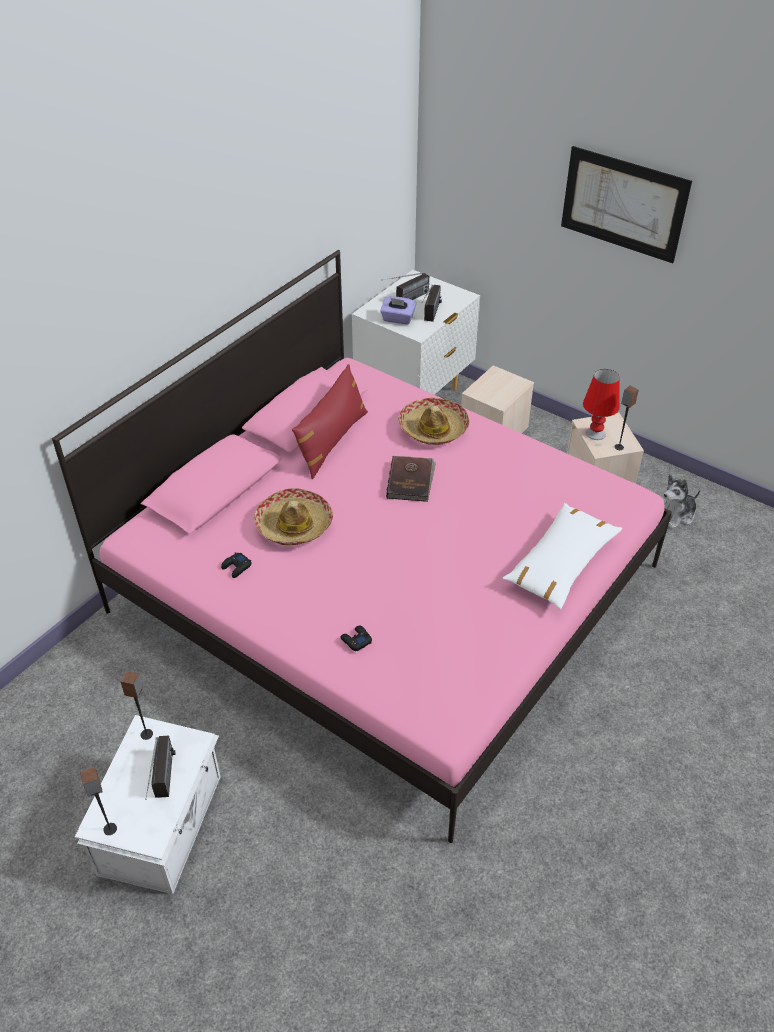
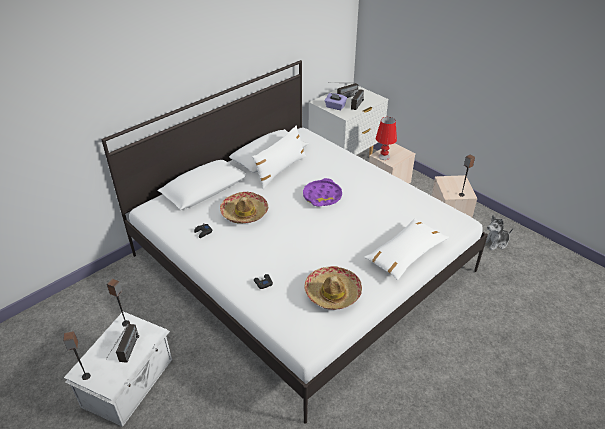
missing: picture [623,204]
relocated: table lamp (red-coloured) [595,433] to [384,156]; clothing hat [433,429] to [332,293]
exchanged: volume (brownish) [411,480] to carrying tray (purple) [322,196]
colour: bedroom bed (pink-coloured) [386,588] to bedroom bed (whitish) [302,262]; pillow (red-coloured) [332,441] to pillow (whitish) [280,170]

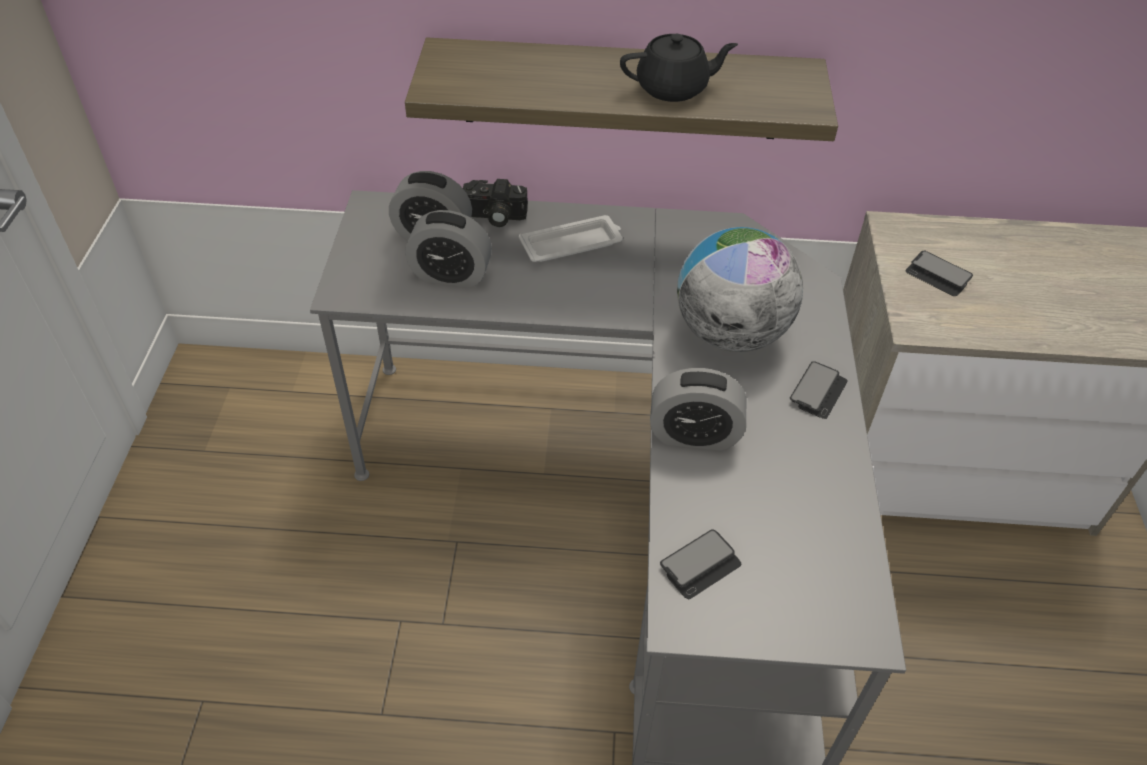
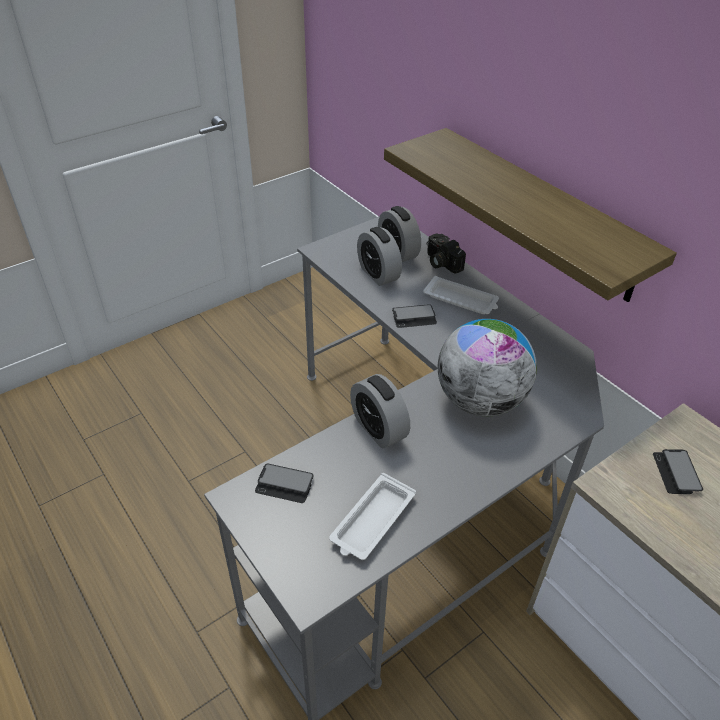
missing: tea pot (blackish) [673,88]
appeared: carrying tray (whitish) [372,521]
relocated: telephone [818,391] to [414,317]

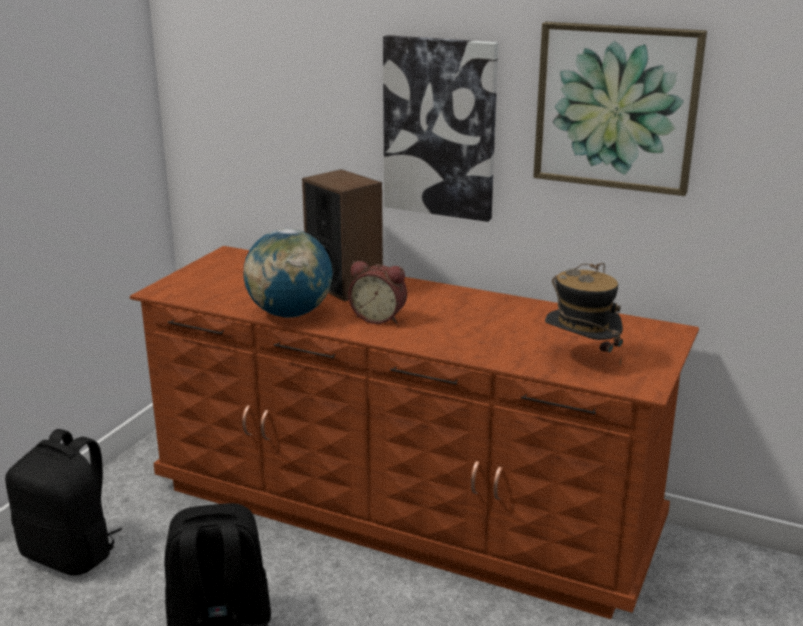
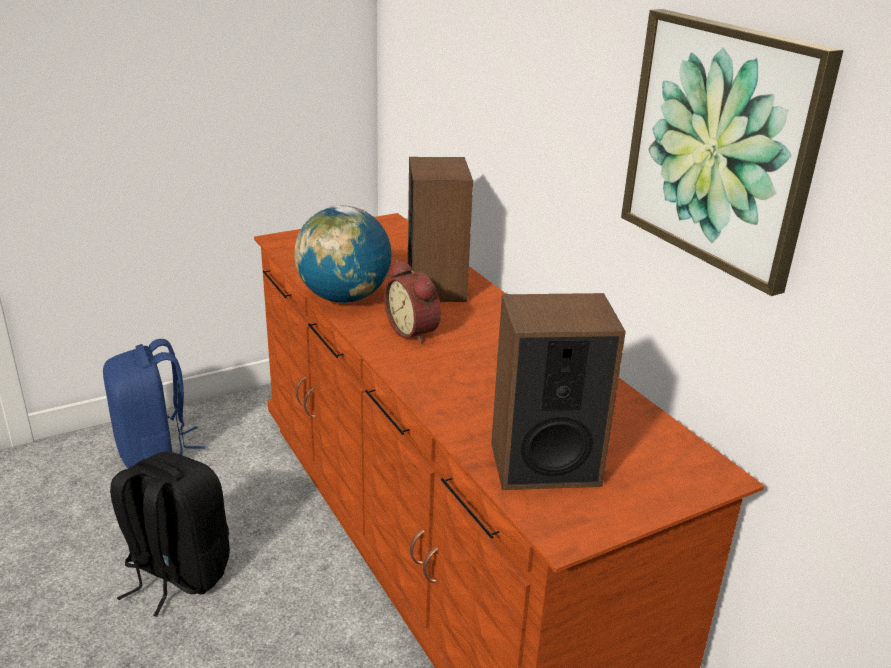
missing: picture [440,128]
exchanged: clothing hat [580,359] to speaker [544,463]
colour: knapsack (blackish) [71,554] to knapsack (blue-coloured) [154,451]

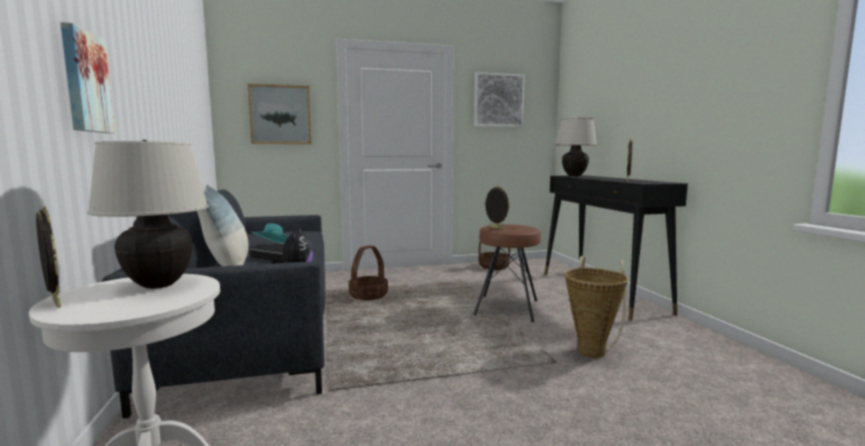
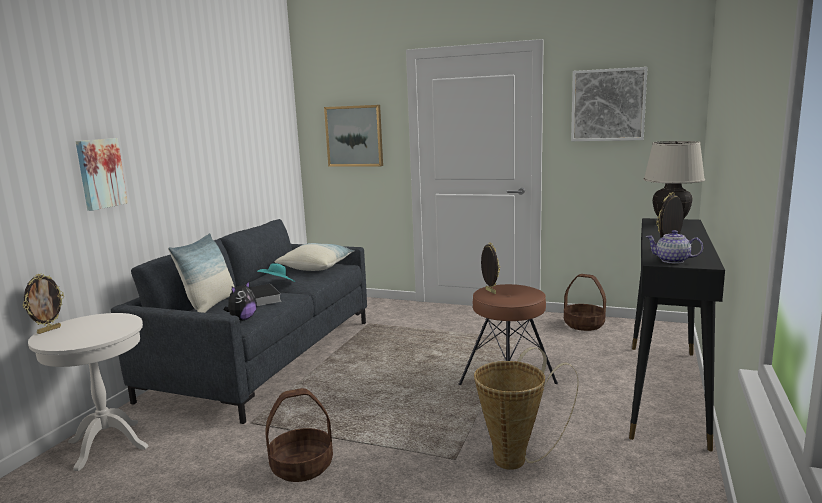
missing: table lamp (beige-coloured) [158,285]
appeared: tea pot [673,261]; pillow [316,267]
relocated: basket [368,295] to [301,466]
spun: standing frame [54,304] = [49,330] 45 degrees clockwise

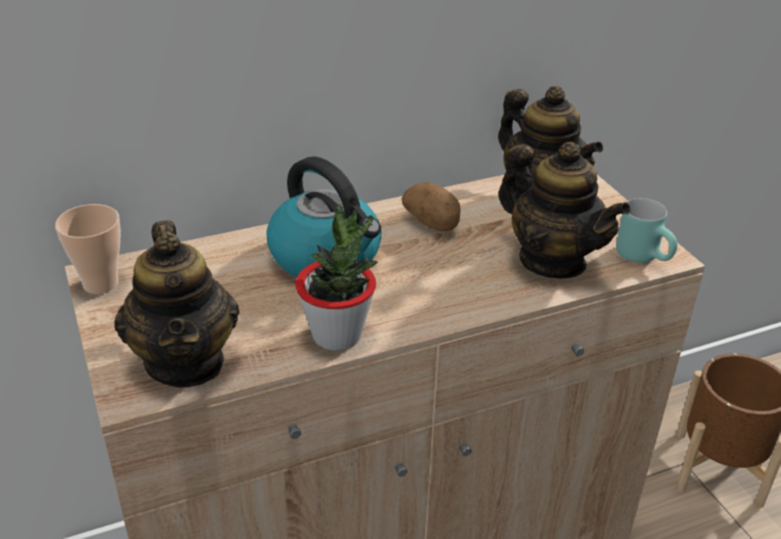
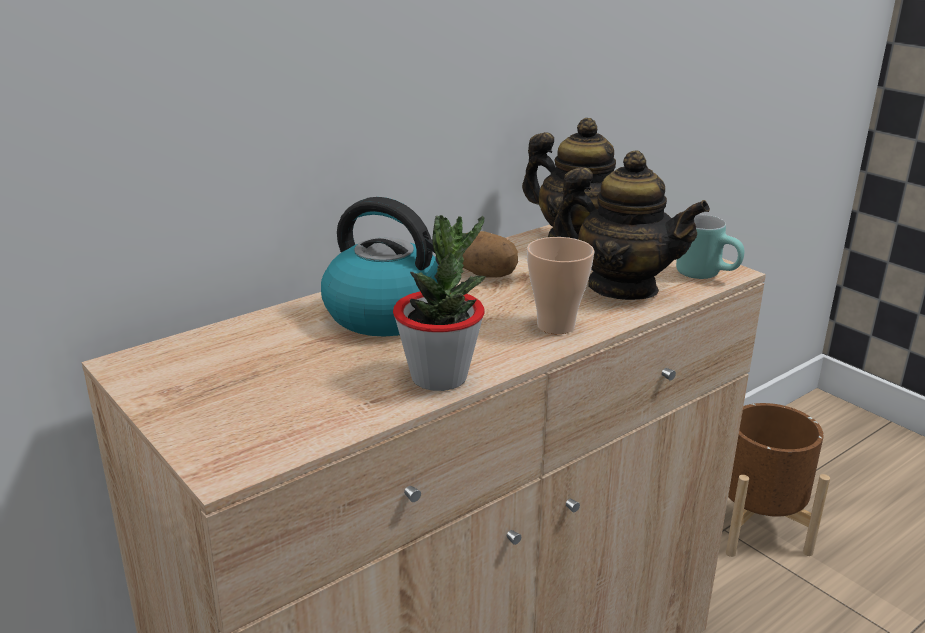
missing: tea pot [186,361]
relocated: drinking cup [101,284] to [556,326]

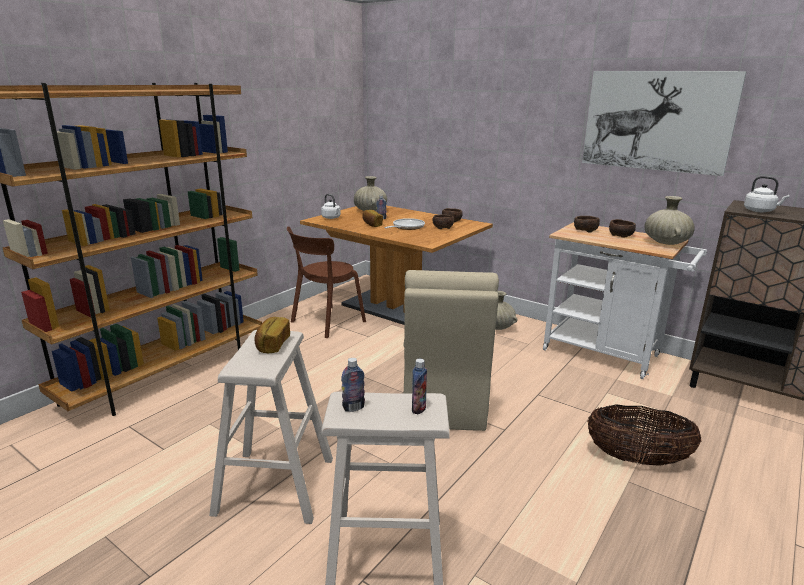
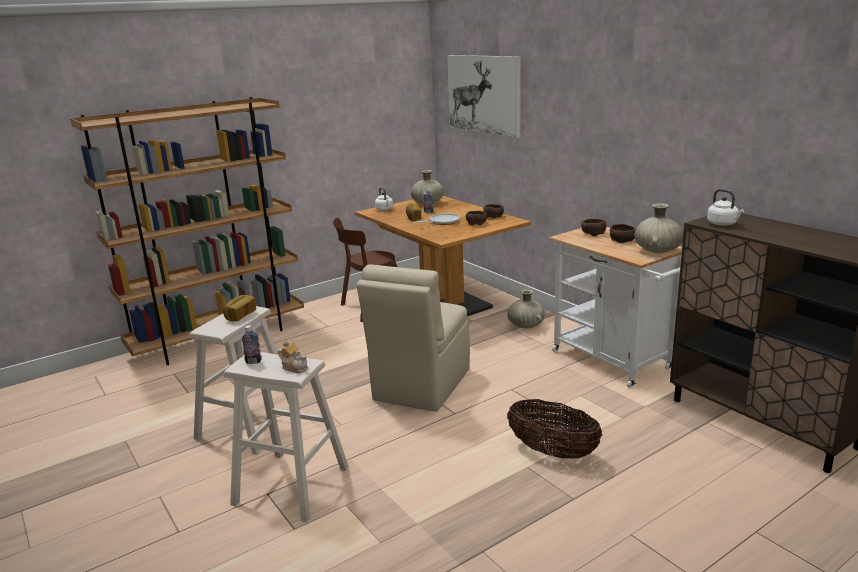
relocated: picture [656,121] to [483,94]
exchanged: bottle [418,409] to tea pot [294,367]

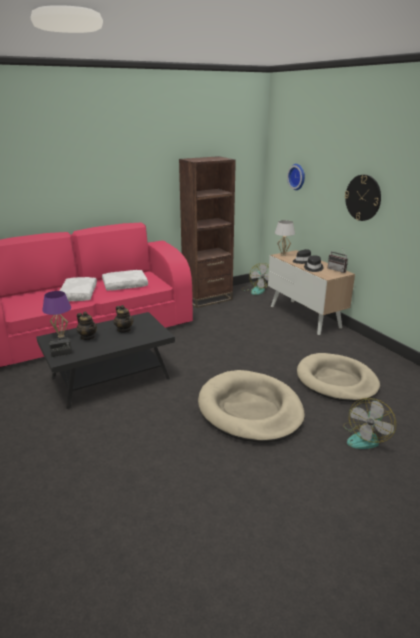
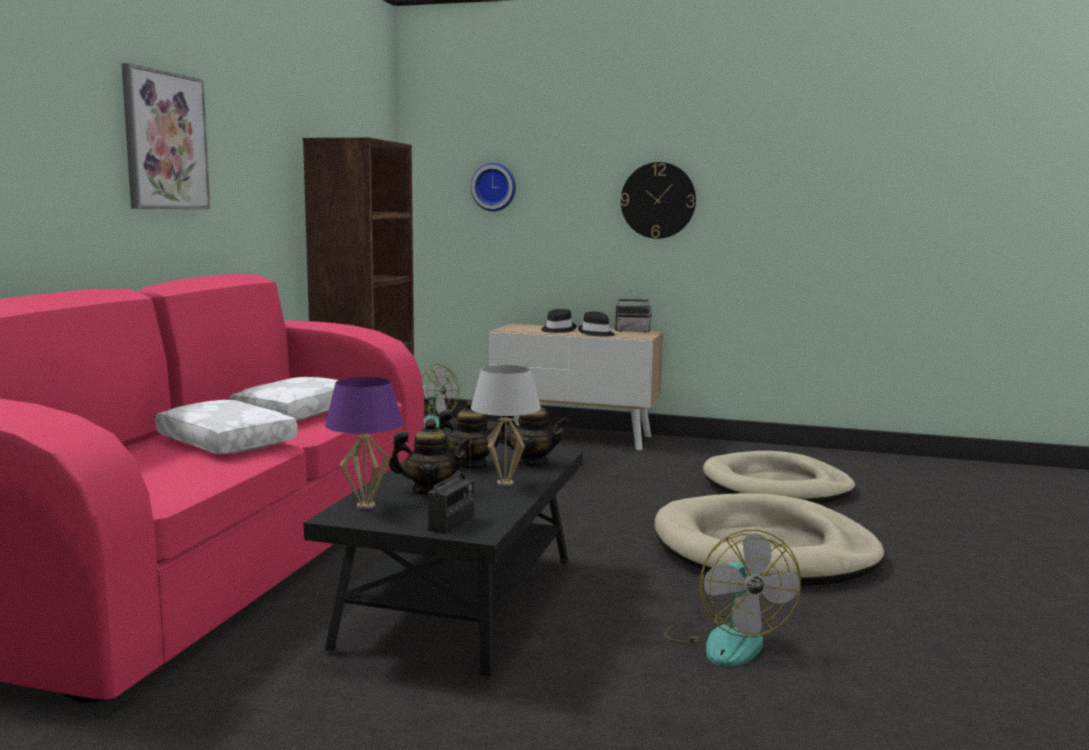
appeared: picture [165,141]; tea pot [532,463]
relocated: table lamp (whitish) [283,255] to [505,483]; cooling fan [365,437] to [726,640]

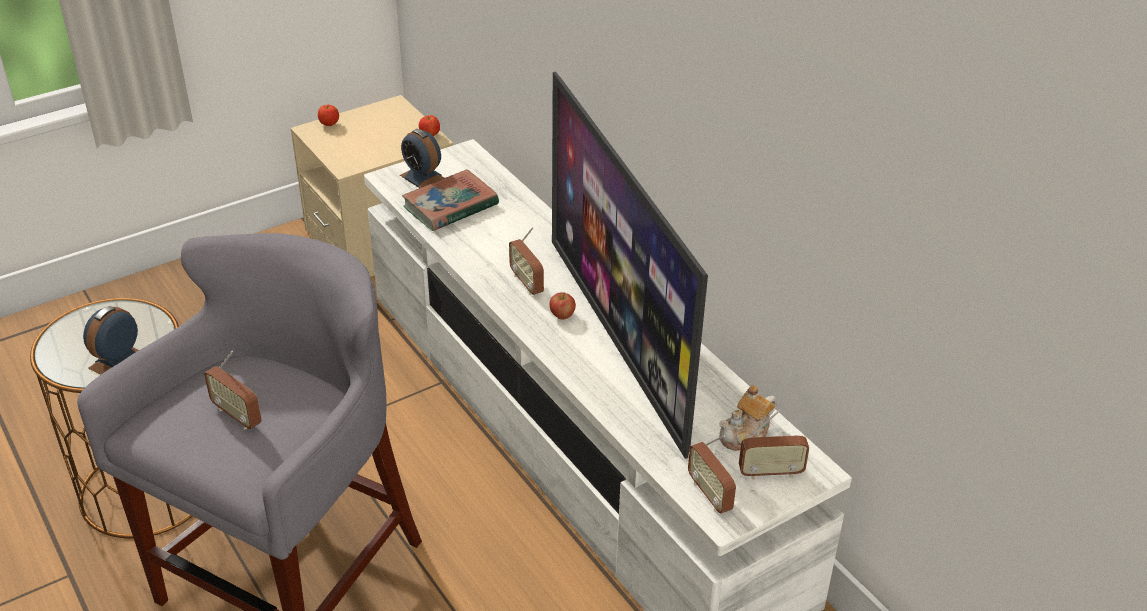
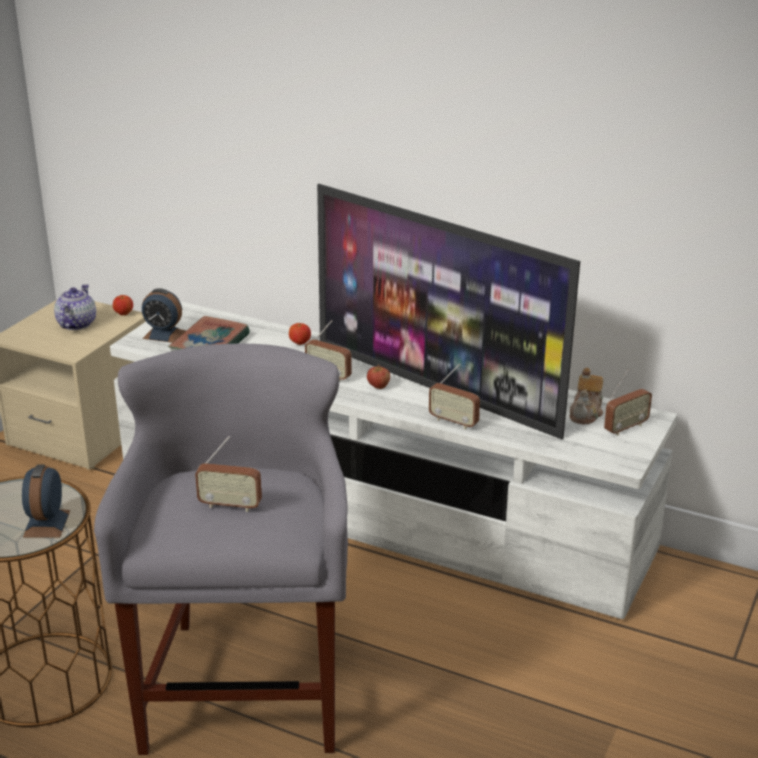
appeared: tea pot [76,324]
relocated: apple fruit [329,124] to [300,343]; radio receiver [710,494] to [453,422]

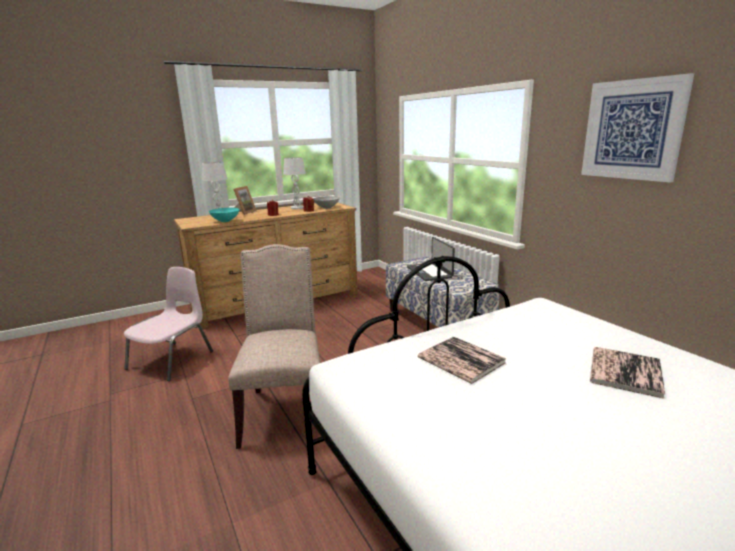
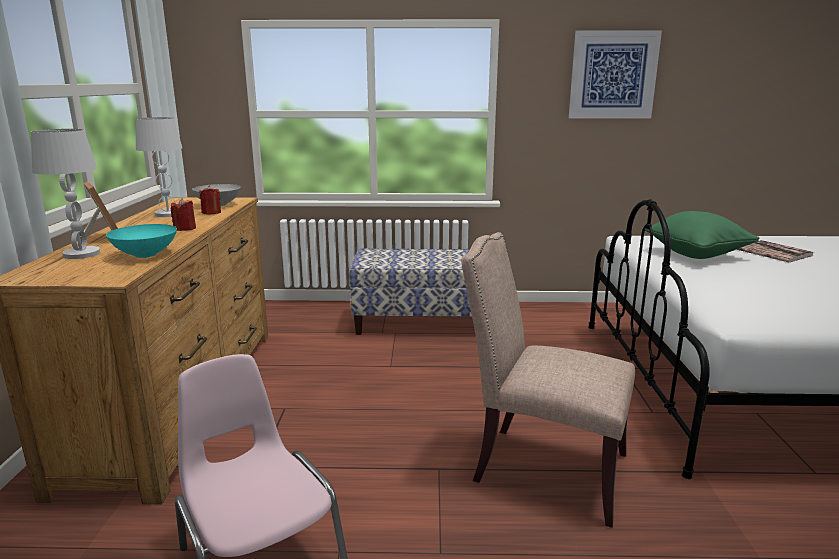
missing: laptop [430,272]; volume [461,360]
appeared: pillow (greenish) [696,255]

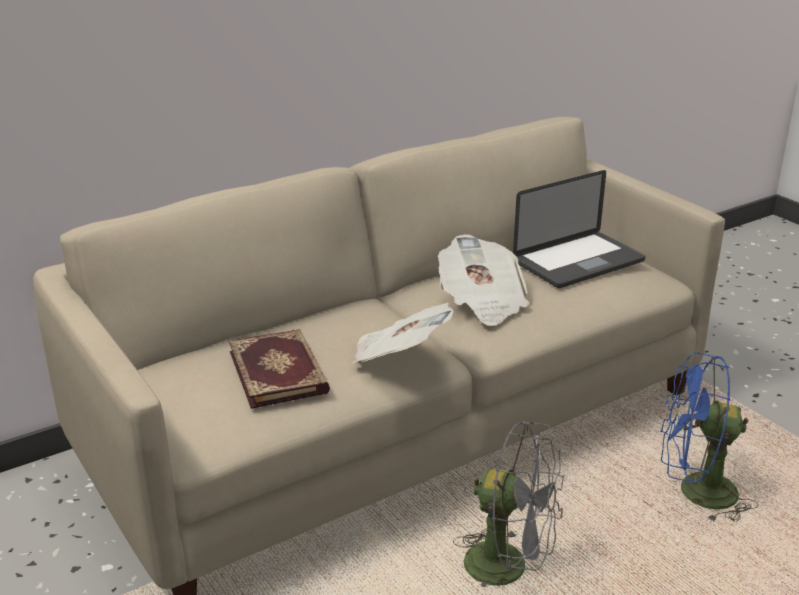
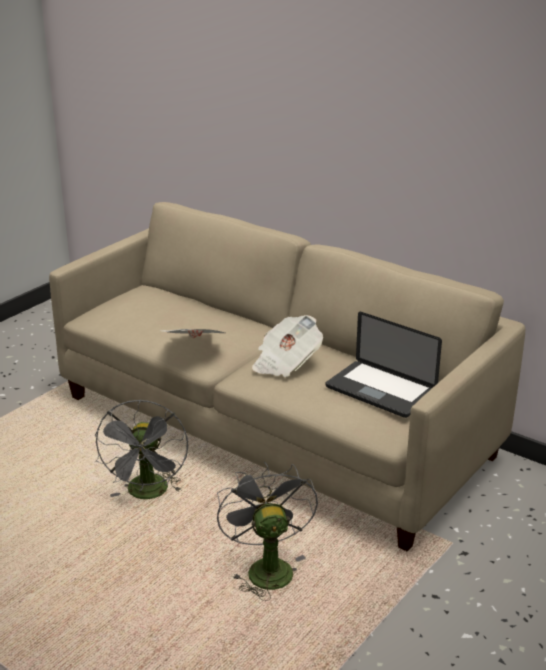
missing: volume [280,371]
colour: cooling fan (blue-coloured) [695,492] to cooling fan (gray) [266,567]

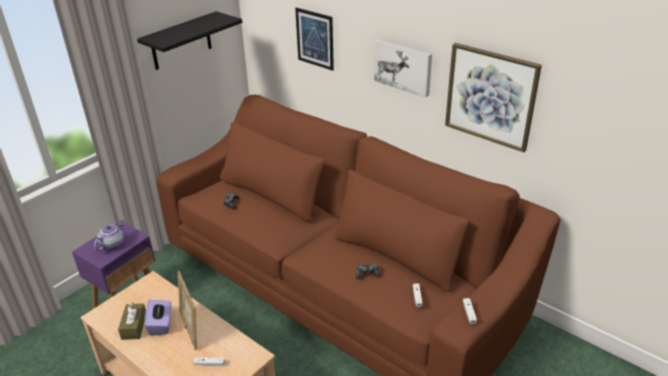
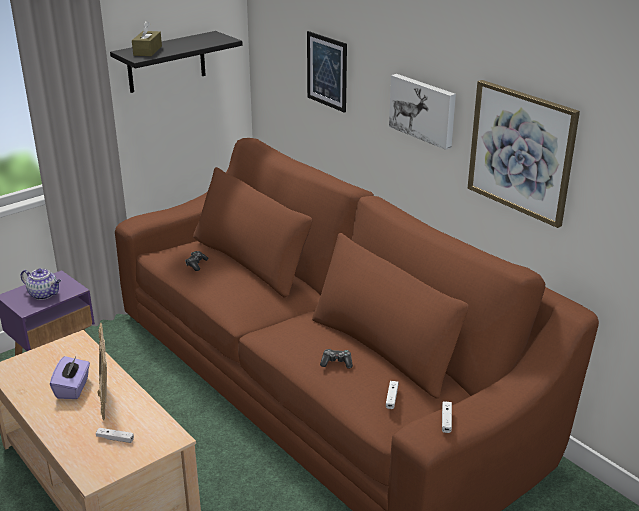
relocated: tissue box (brownish) [134,326] to [147,51]
spun: tea pot [113,244] = [44,294] 75 degrees clockwise

